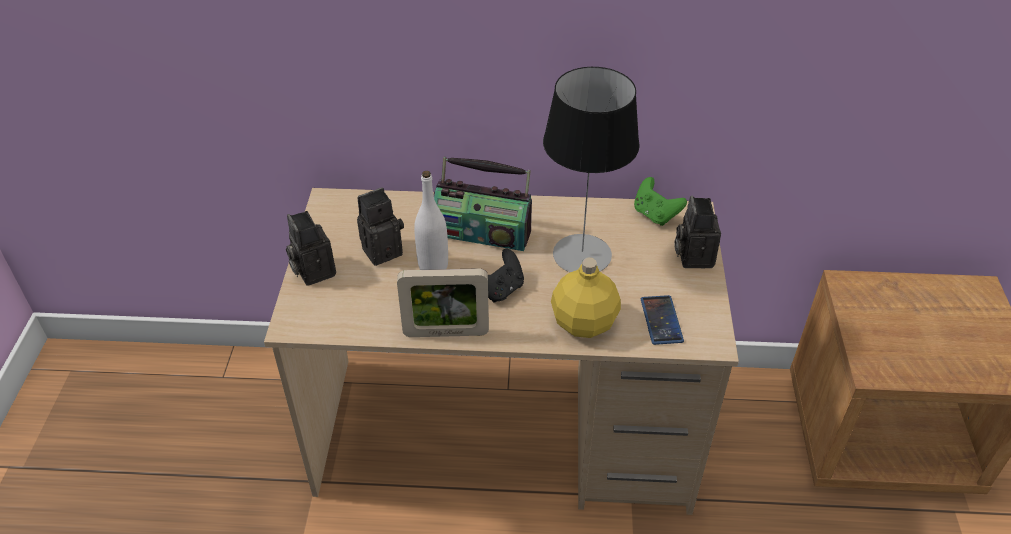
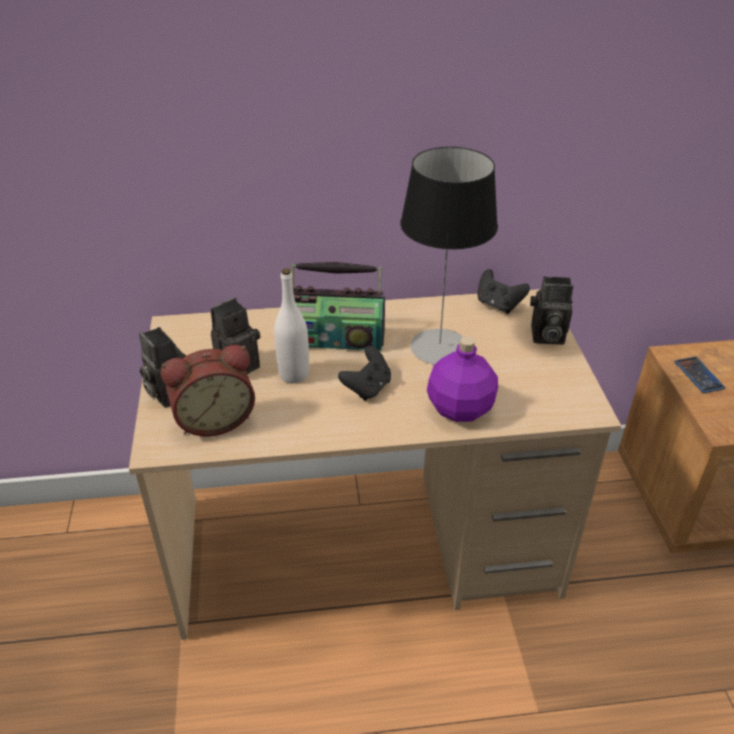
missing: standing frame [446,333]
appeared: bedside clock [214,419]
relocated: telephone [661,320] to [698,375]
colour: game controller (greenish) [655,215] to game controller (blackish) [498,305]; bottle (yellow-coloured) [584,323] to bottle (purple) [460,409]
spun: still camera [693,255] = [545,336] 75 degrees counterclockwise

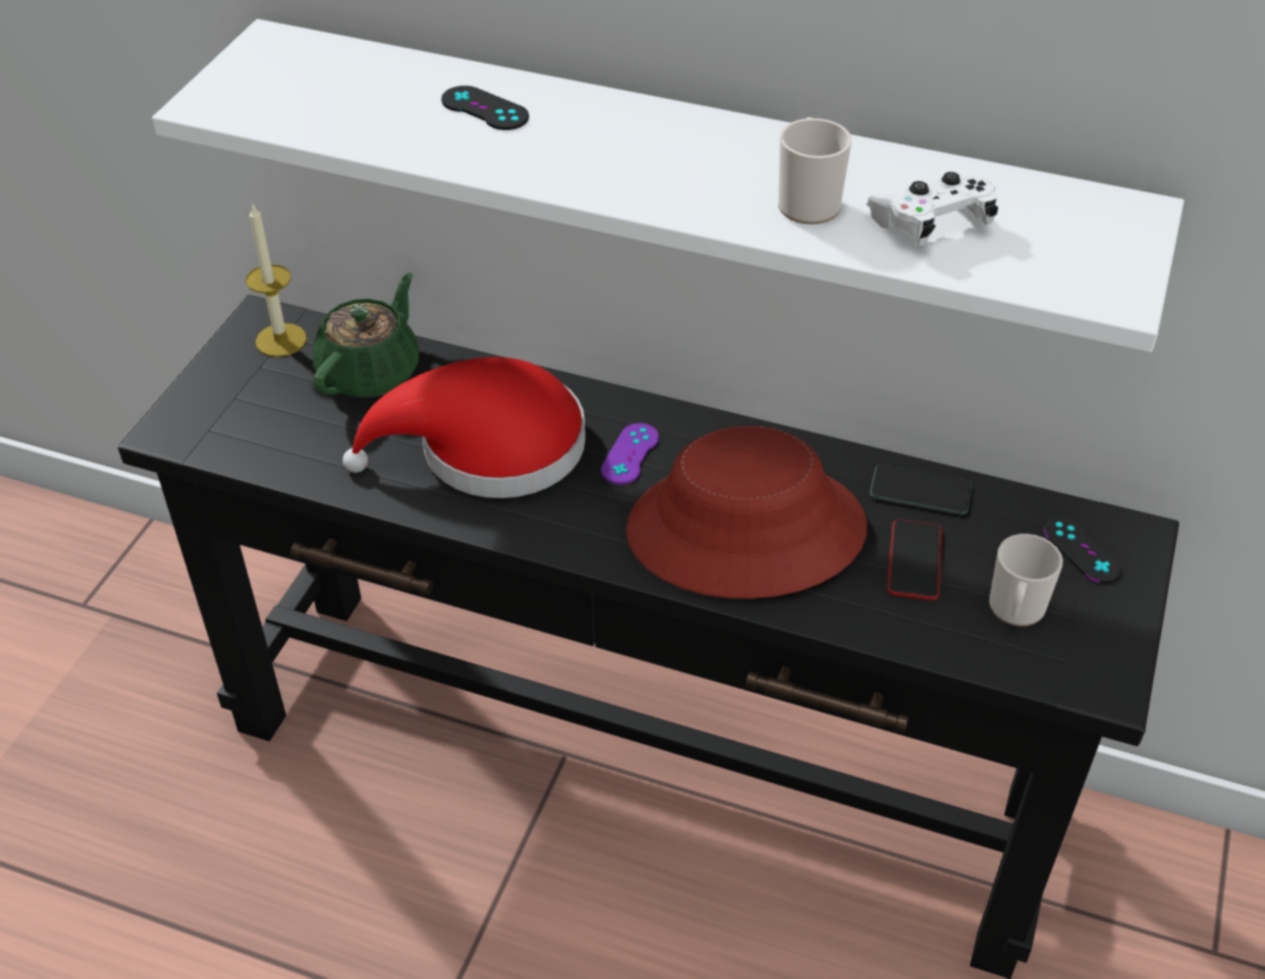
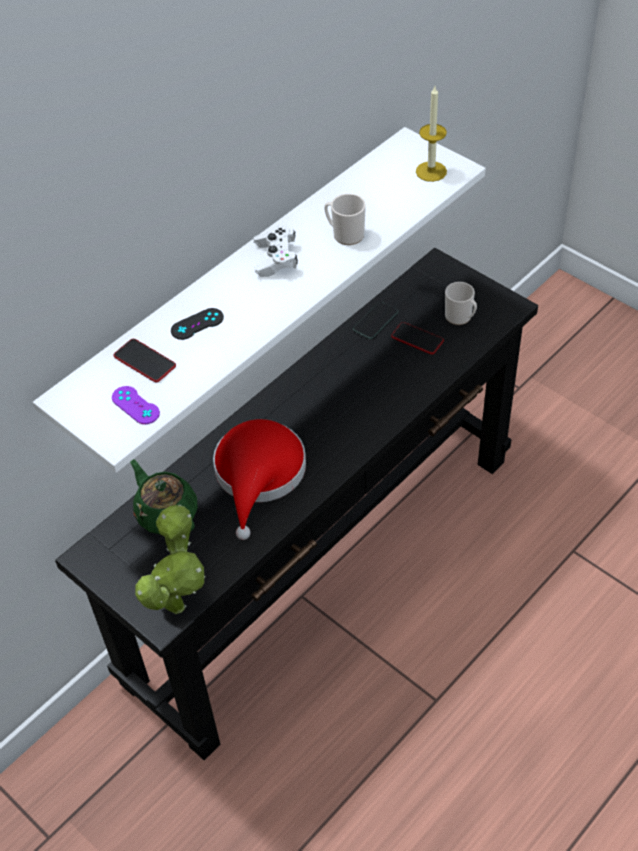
missing: clothing hat (red-coloured) [746,531]; game controller (blackish) [1082,550]
appeared: telephone [145,361]; potted plant [178,602]
relocated: game controller (whitish) [931,223] to [276,259]; wax light [281,340] to [431,171]; game controller (purple) [630,454] to [135,405]

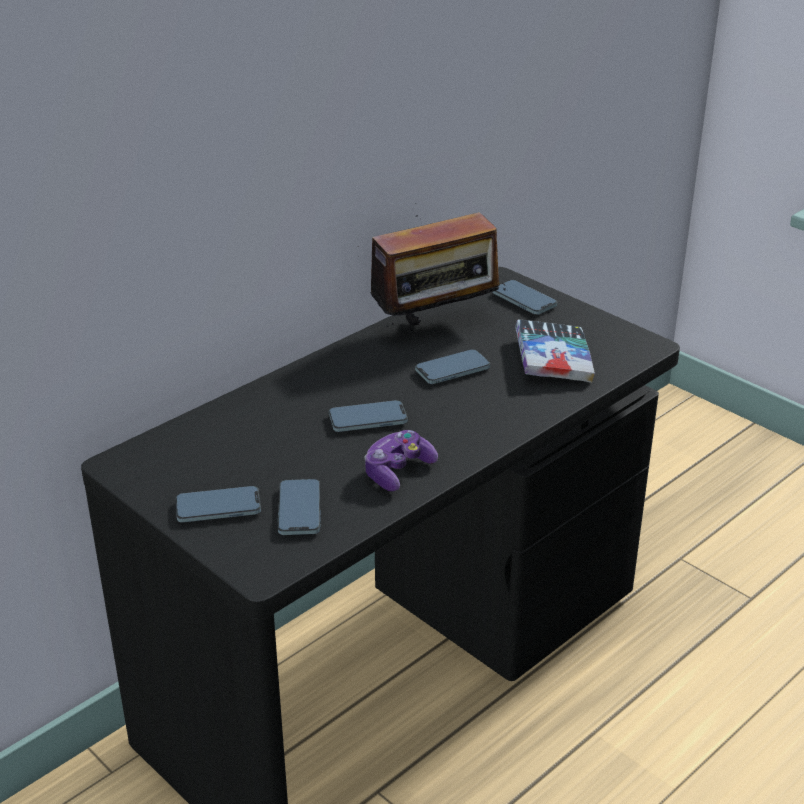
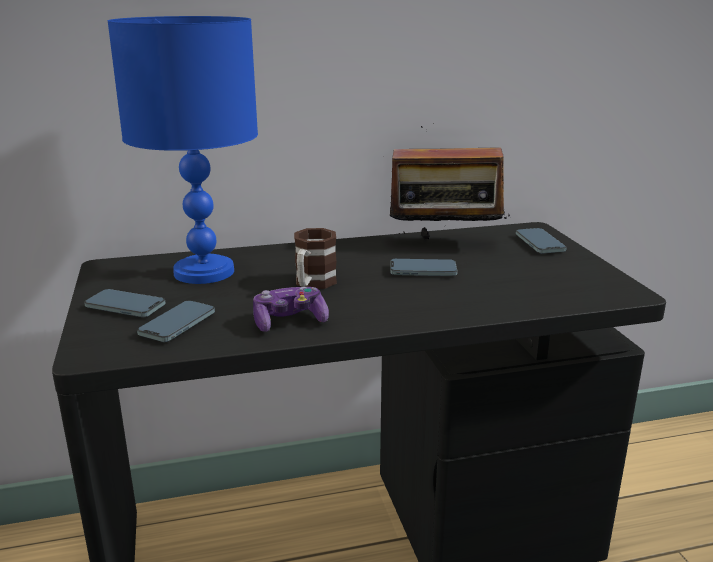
missing: volume [553,359]
appeared: table lamp (blue-coloured) [204,272]
exchanged: telephone [368,420] to mug [312,284]

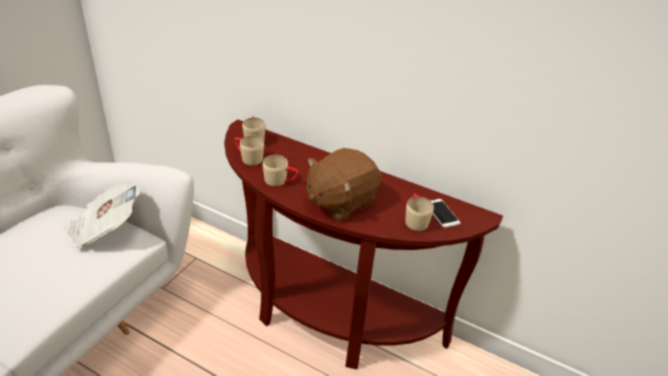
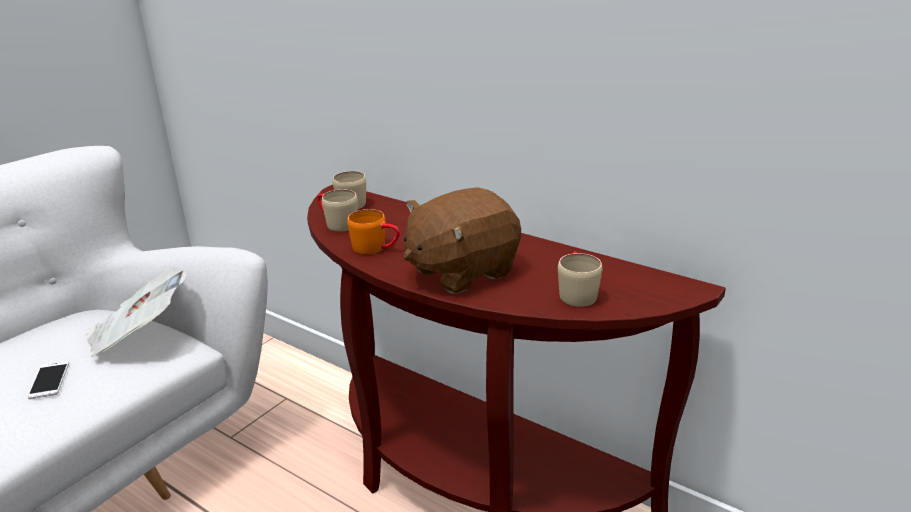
relocated: telephone [441,213] to [49,380]
colour: mug (beige-coloured) [280,181] to mug (orangey) [376,248]

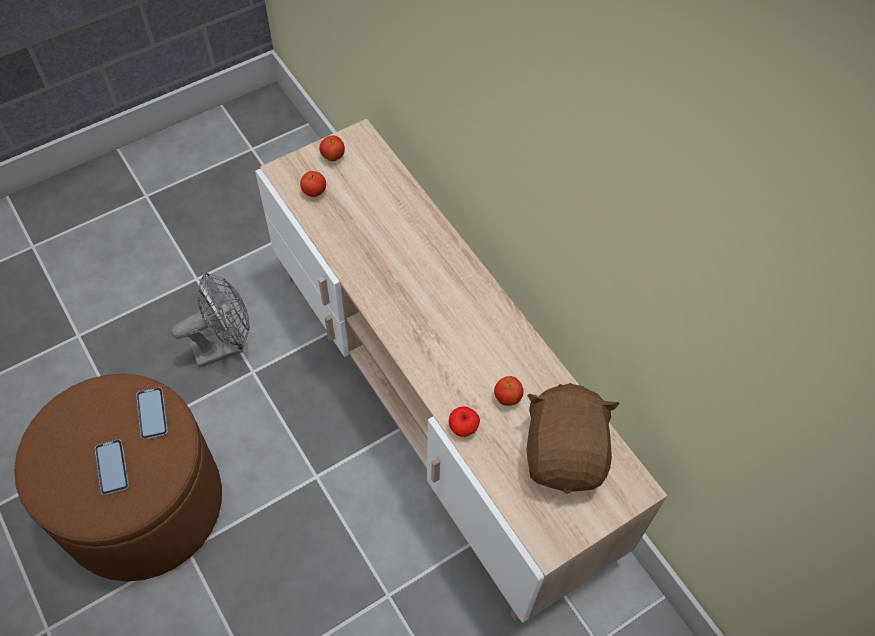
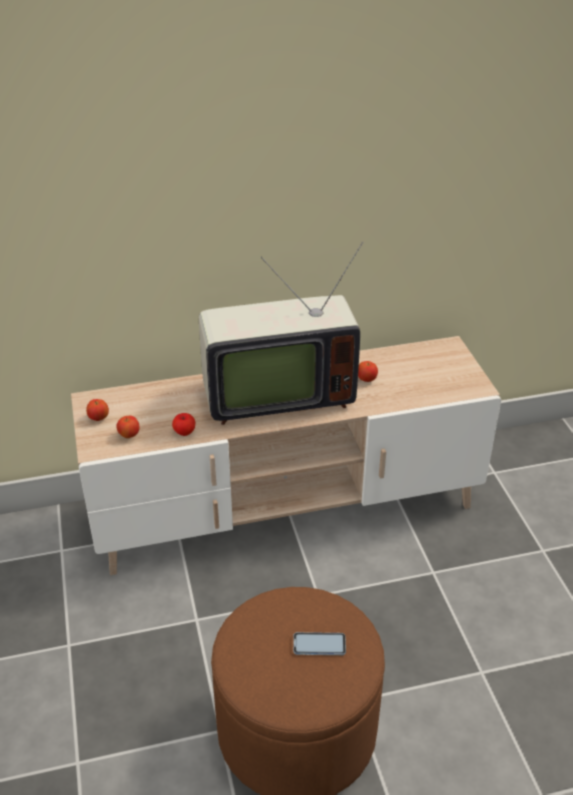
missing: cooling fan (gray) [225,346]; soft toy (brownish) [565,453]; telephone [152,414]
appeared: TV [275,395]
relocated: apple fruit [463,427] to [184,432]

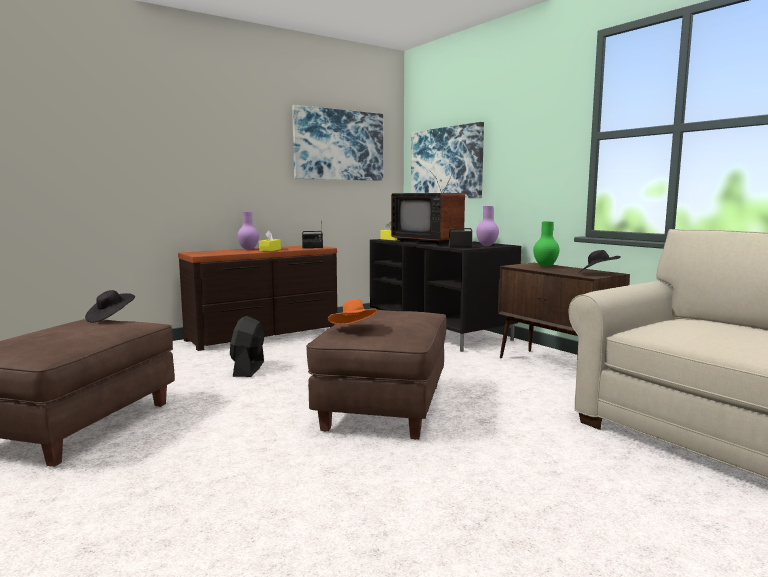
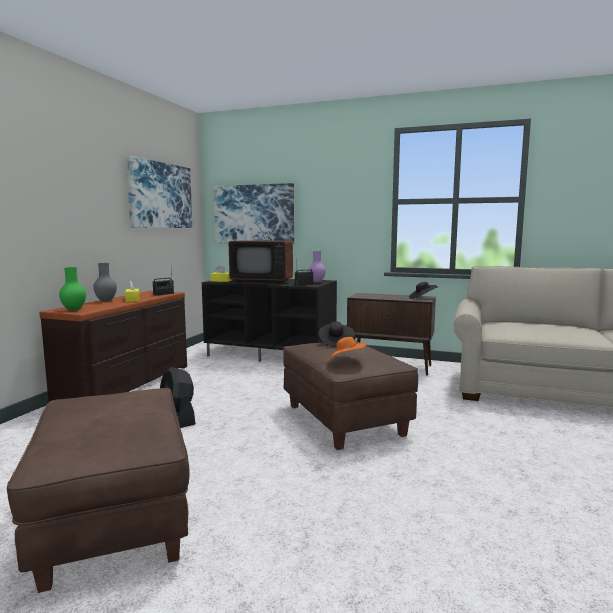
relocated: flower vase (greenish) [545,266] to [74,310]; clothing hat (blackish) [110,318] to [335,343]
colour: flower vase (purple) [249,249] to flower vase (gray) [106,300]

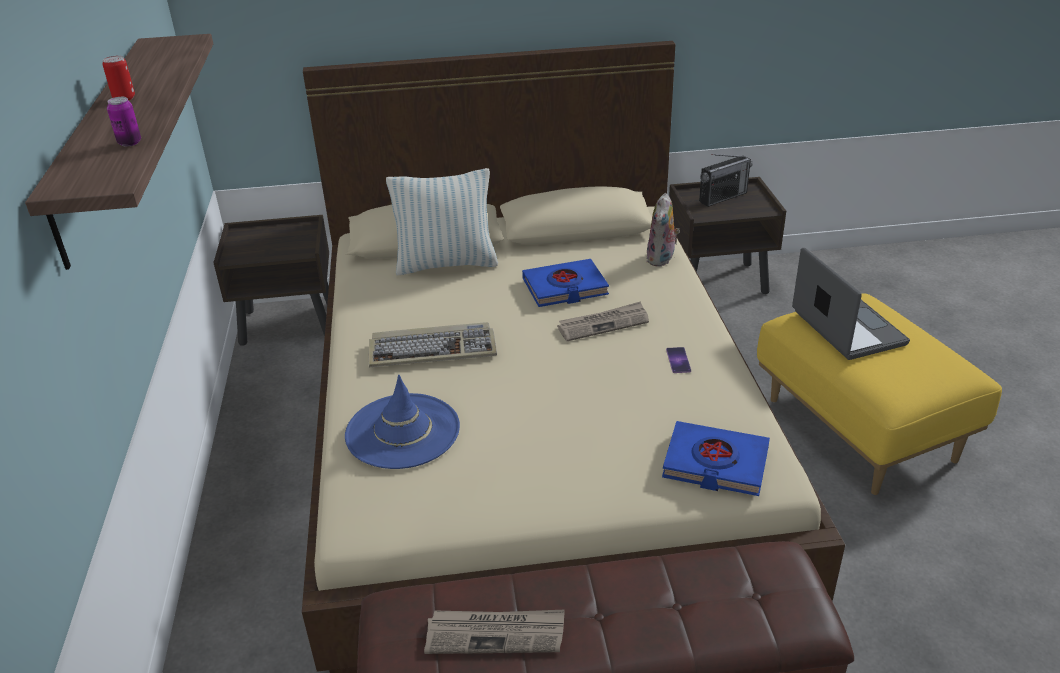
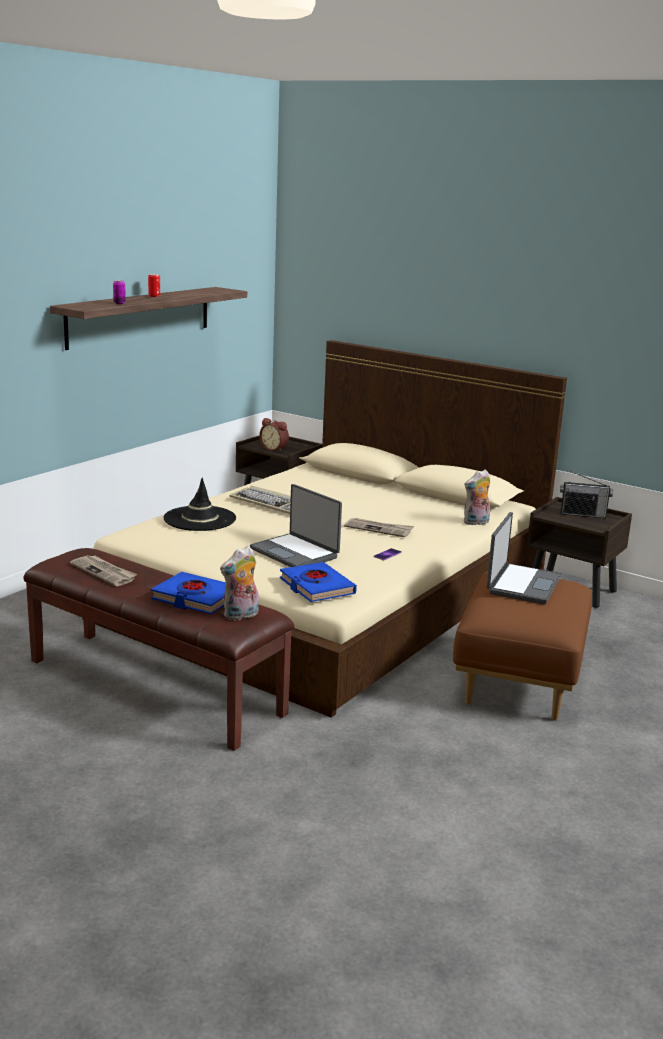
missing: pillow [446,264]
appeared: bedside clock [274,449]; laptop [295,553]; soft toy [241,616]
relocated: volume (blue-coloured) [565,288] to [195,598]
colour: ottoman (yellow-coloured) [857,430] to ottoman (brownish) [518,679]; clothing hat (blue-coloured) [402,431] to clothing hat (blackish) [200,519]

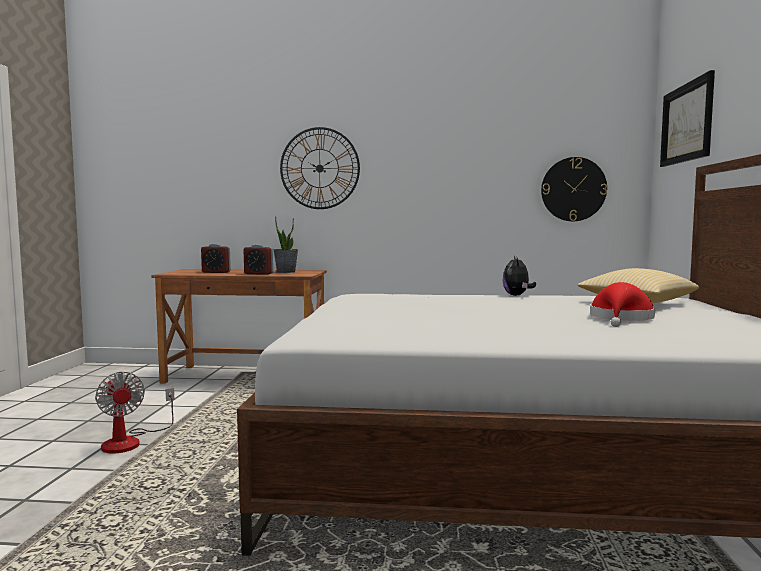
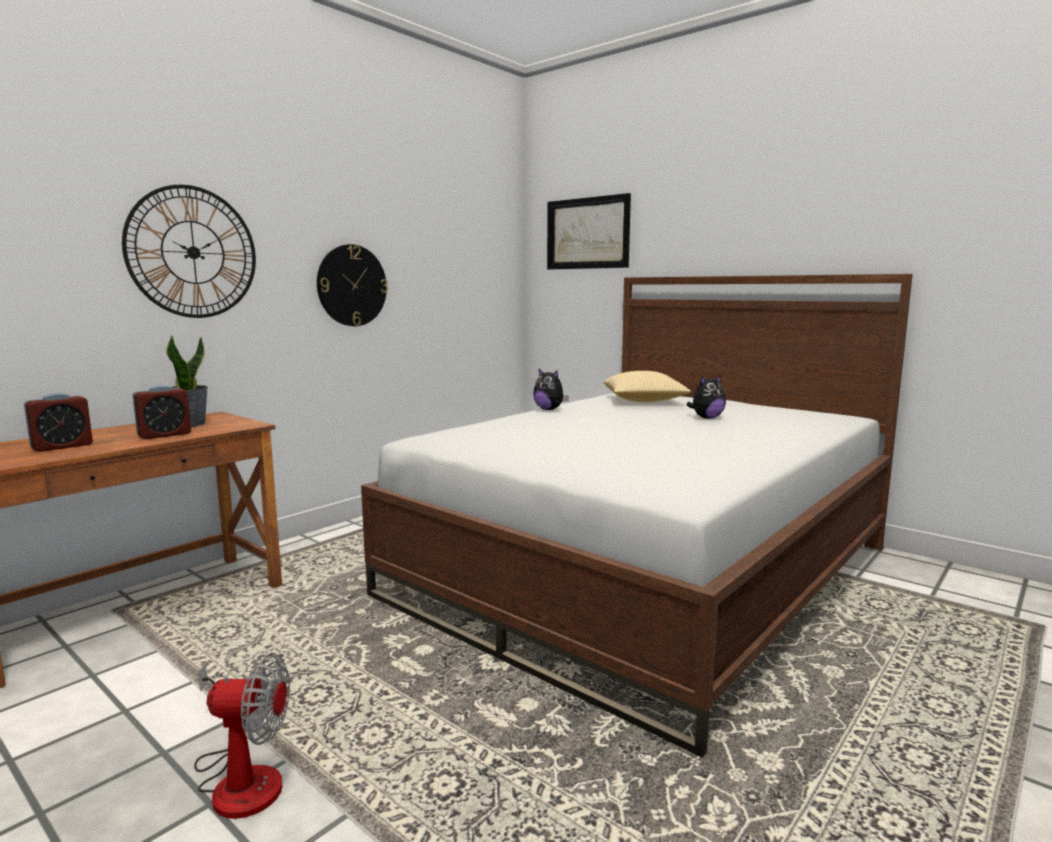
relocated: clock on the wall [573,189] to [352,285]
exchanged: clothing hat (red-coloured) [621,319] to soft toy [706,418]

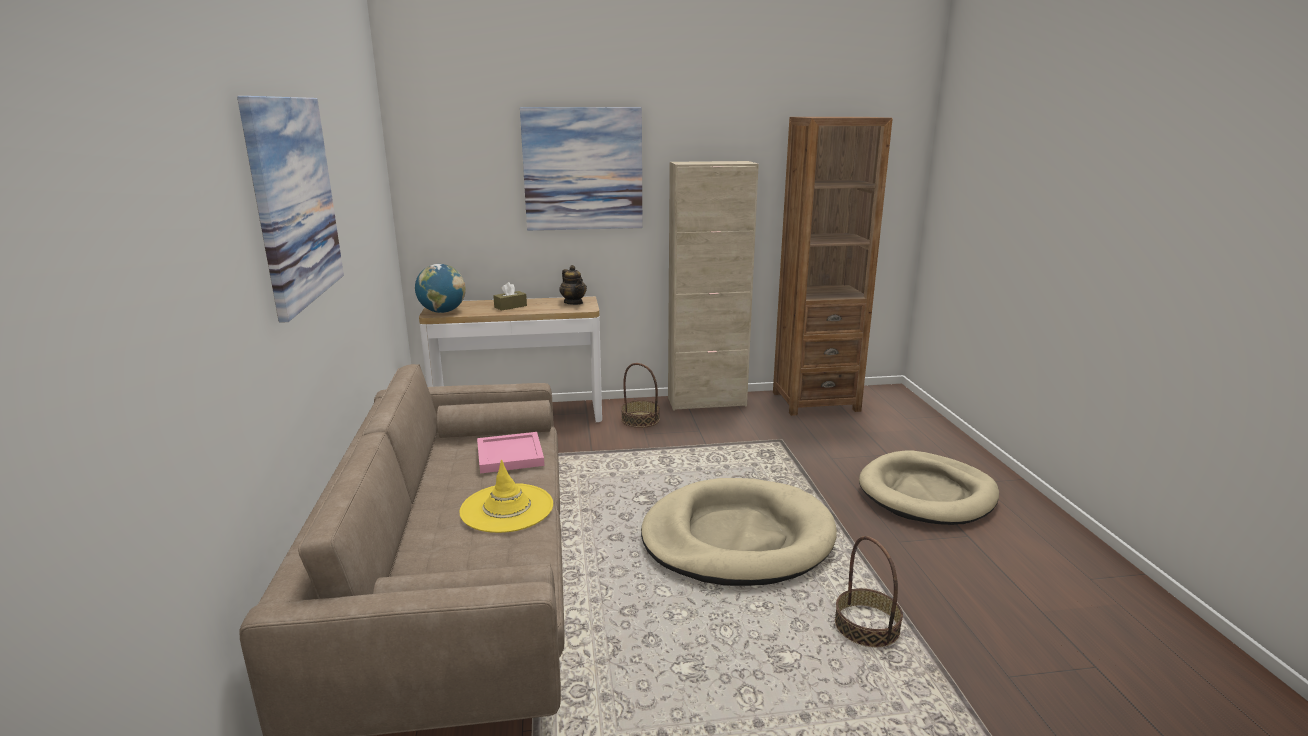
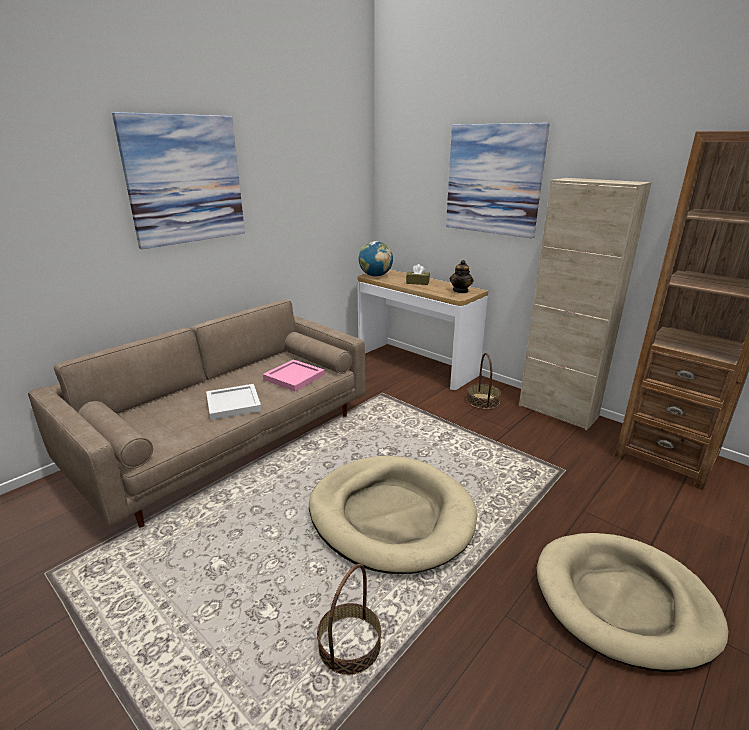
exchanged: clothing hat (yellow-coloured) [507,508] to carrying tray (whitish) [232,404]

